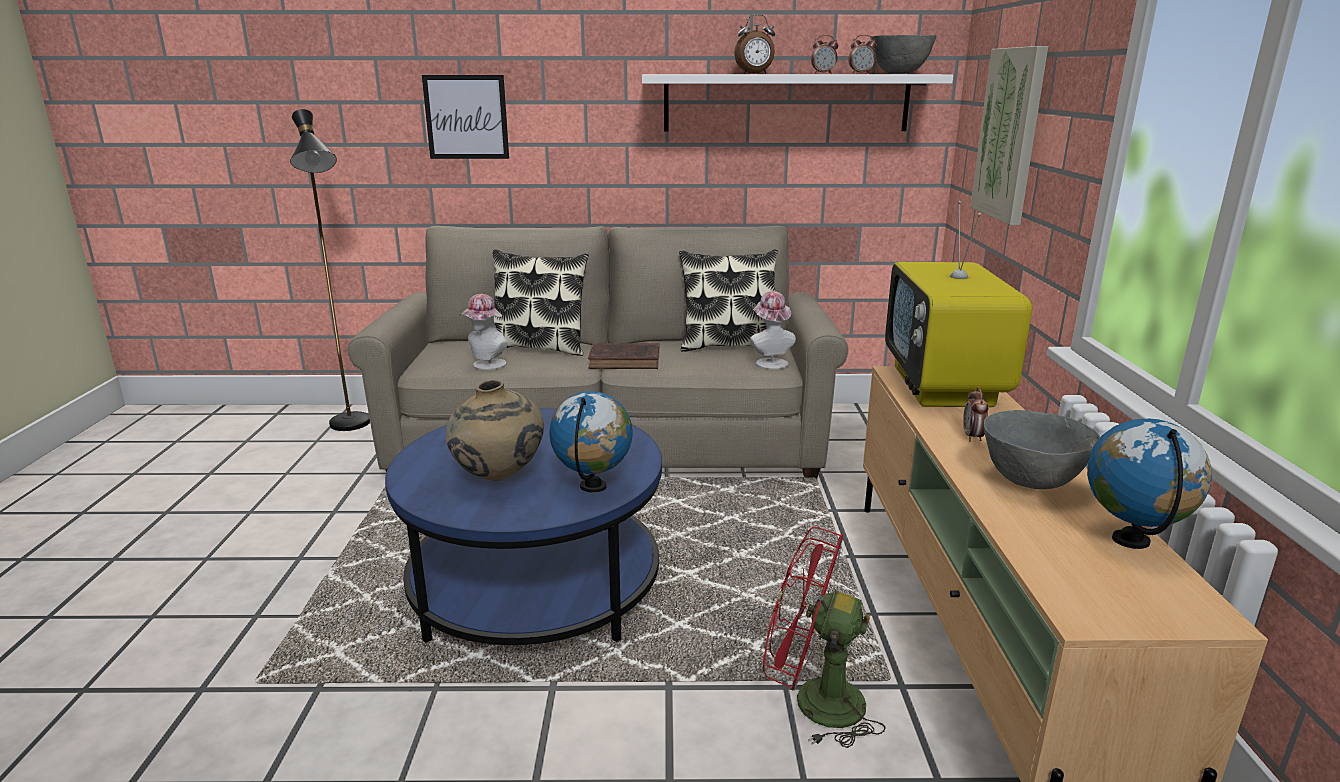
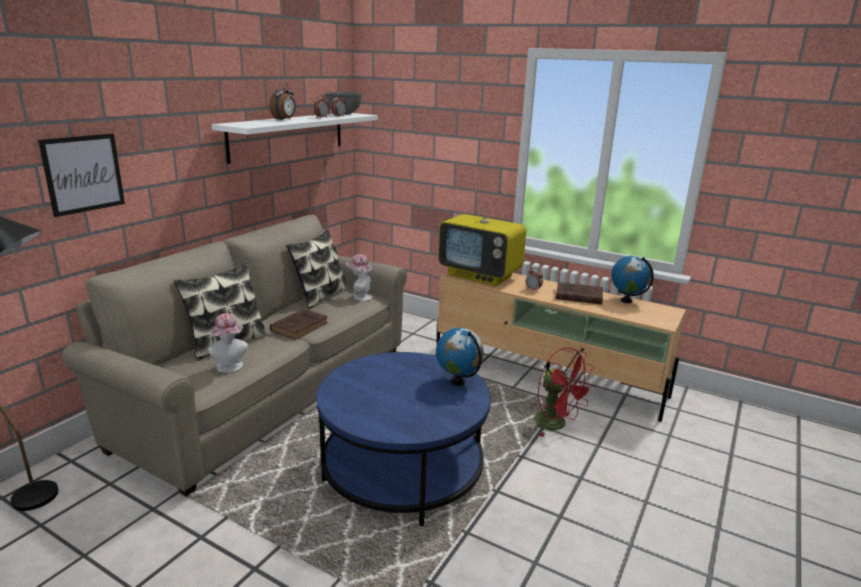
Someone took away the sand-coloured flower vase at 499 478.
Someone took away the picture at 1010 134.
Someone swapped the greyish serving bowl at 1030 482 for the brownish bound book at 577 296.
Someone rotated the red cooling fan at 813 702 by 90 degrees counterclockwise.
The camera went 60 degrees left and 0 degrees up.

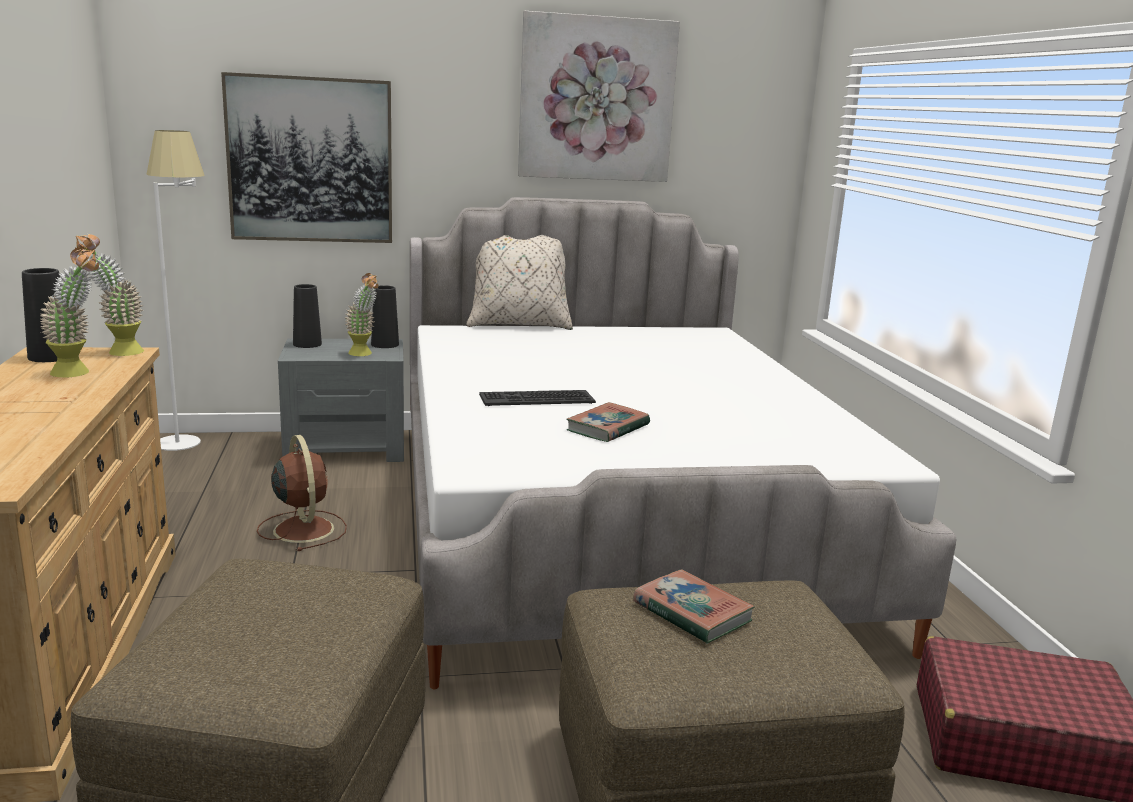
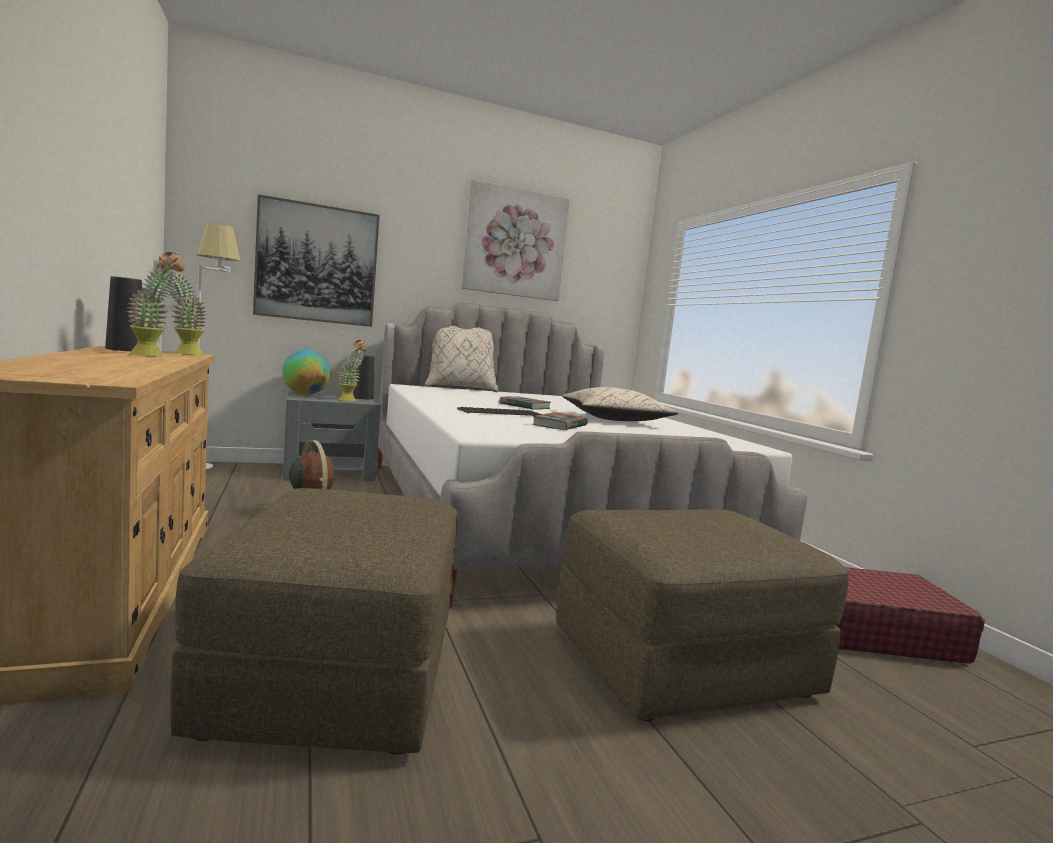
Someone put down the sand-coloured throw pillow at 614 419.
Someone carried the bound book from 692 612 to 524 406.
Someone swapped the blackish flower vase at 307 344 for the desk globe at 305 394.
The camera went 10 degrees left and 10 degrees down.

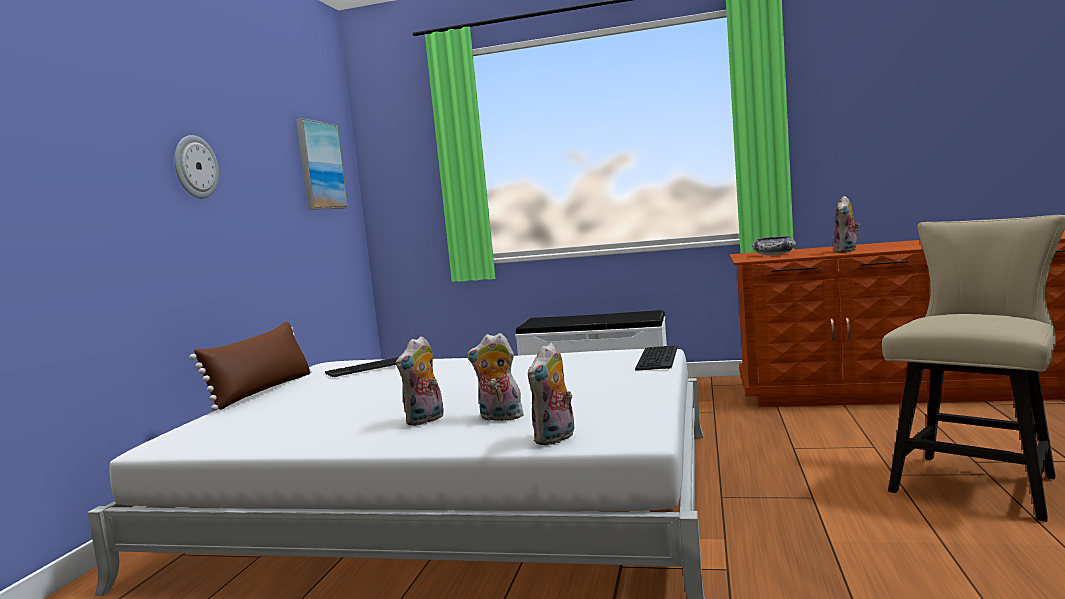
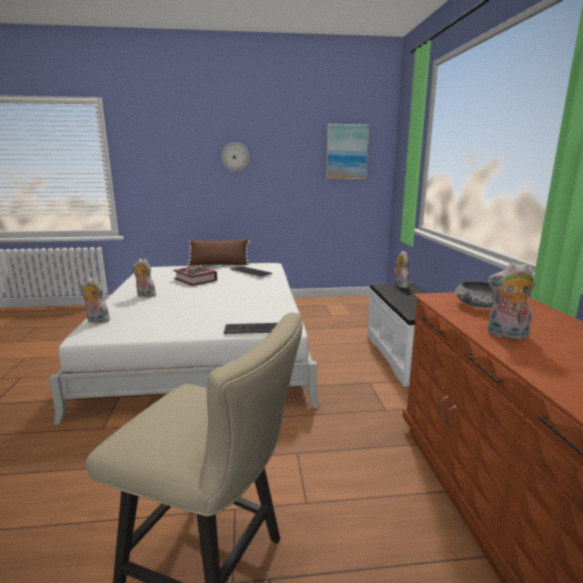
Someone put down the bound book at 196 279.
Someone carried the cuddly toy from 499 418 to 400 285.
The camera went 70 degrees right and 10 degrees up.

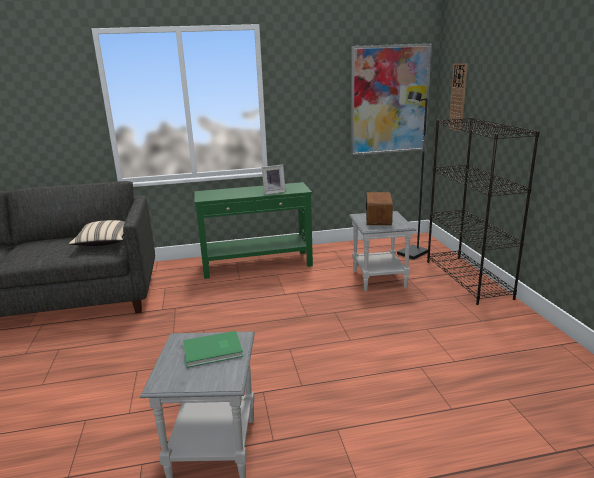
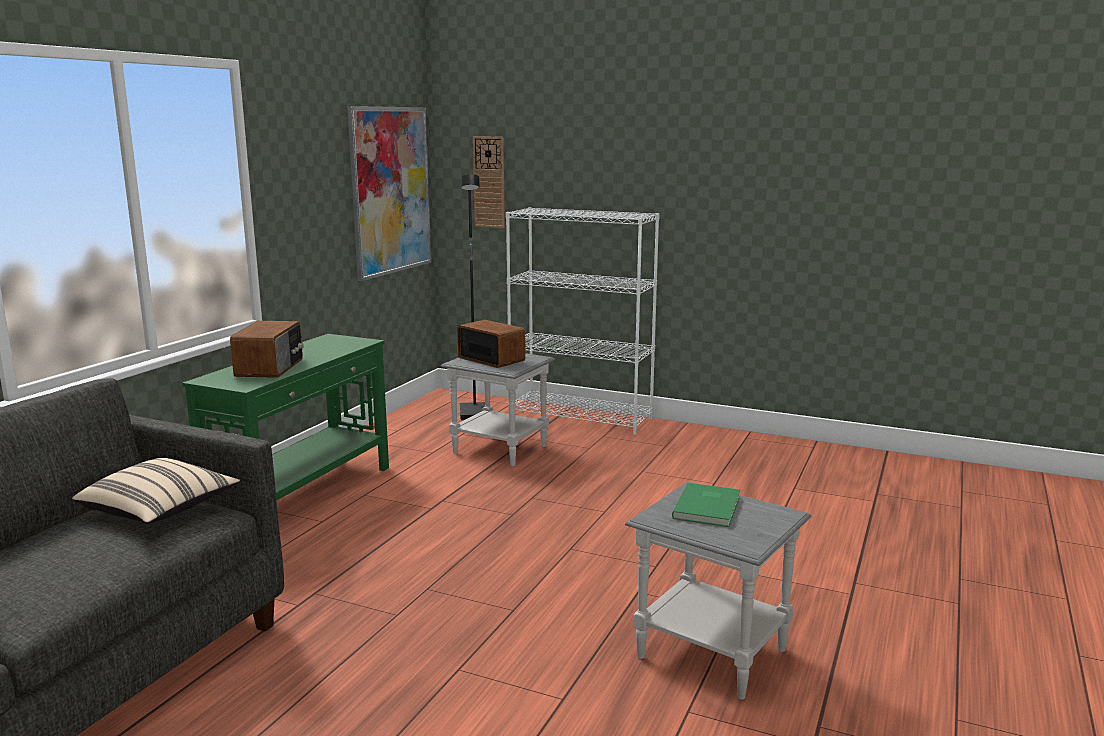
Someone took away the picture frame at 273 192.
Someone put down the radio set at 271 367.
Someone repainted the blackish shelving unit at 468 279, which became the white-coloured shelving unit at 581 417.
The camera went 55 degrees left and 5 degrees down.

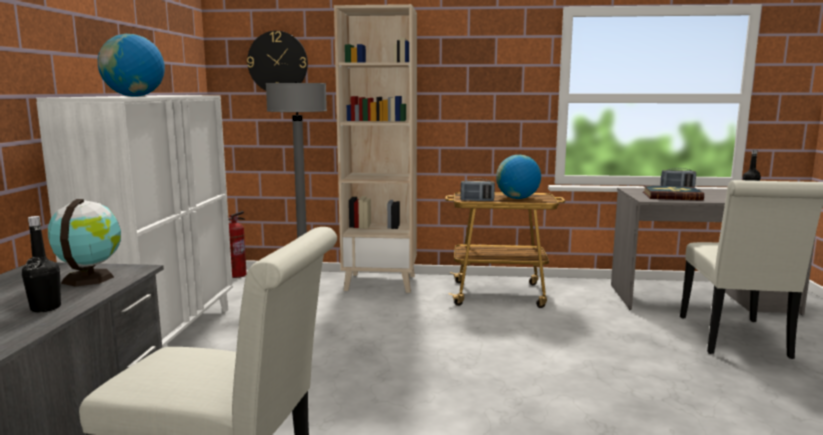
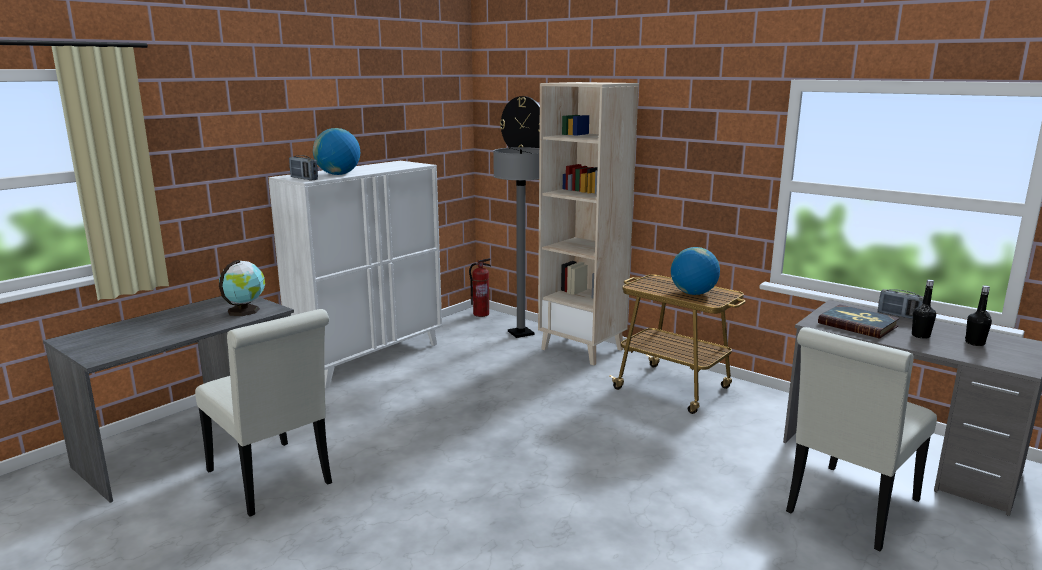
Someone carried the blackish bottle from 45 308 to 920 336.
Someone carried the radio set from 477 200 to 304 179.
The camera went 35 degrees right and 5 degrees up.

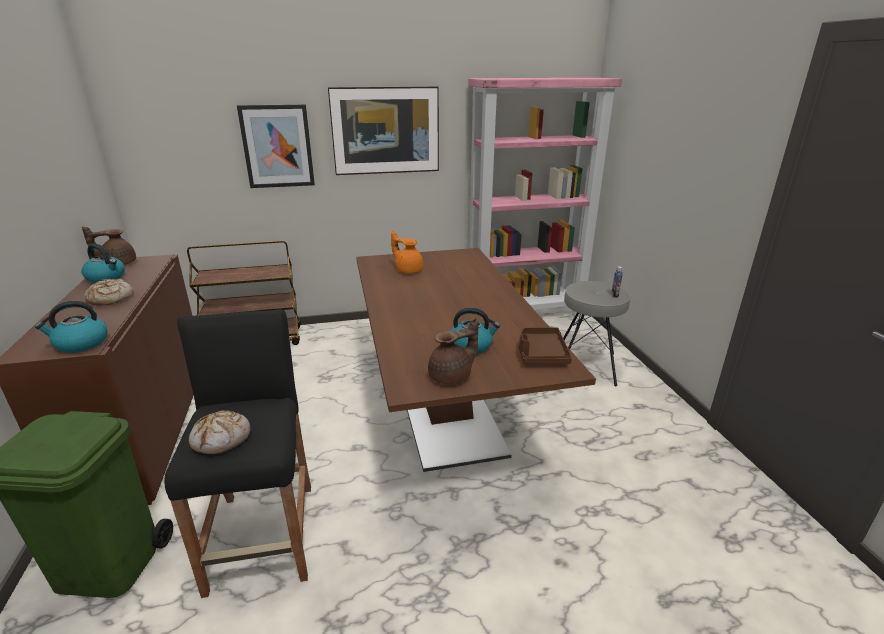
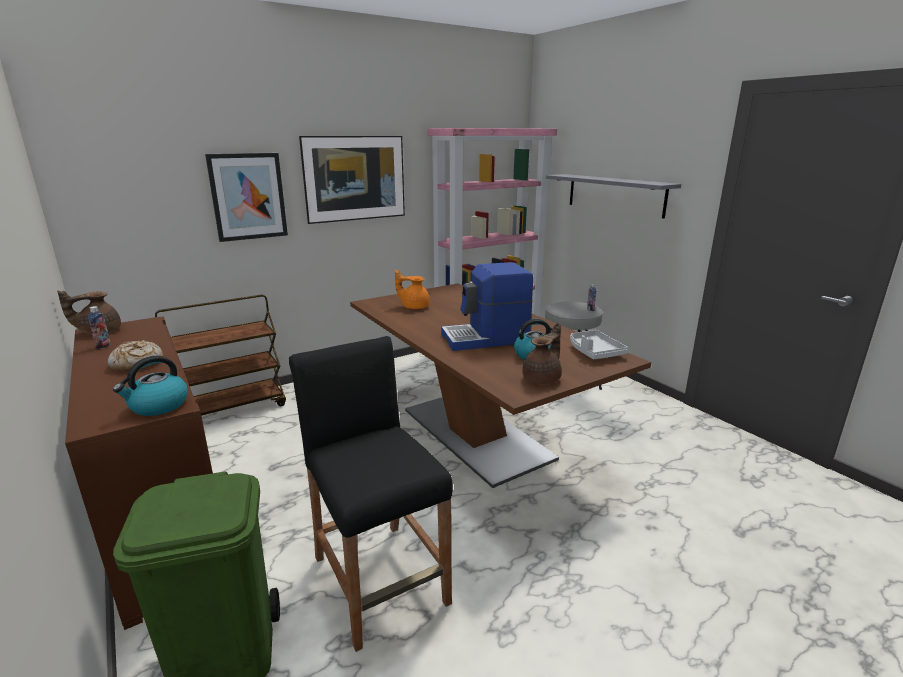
Someone took away the bakery bread at 221 438.
Someone put down the coffee machine at 486 339.
Someone put up the greyish bracket shelf at 615 194.
Someone swapped the tea kettle at 106 278 for the bottle at 103 346.
Someone repainted the brownish carrying tray at 540 353, which became the greyish carrying tray at 594 352.
The camera went 20 degrees left and 5 degrees down.

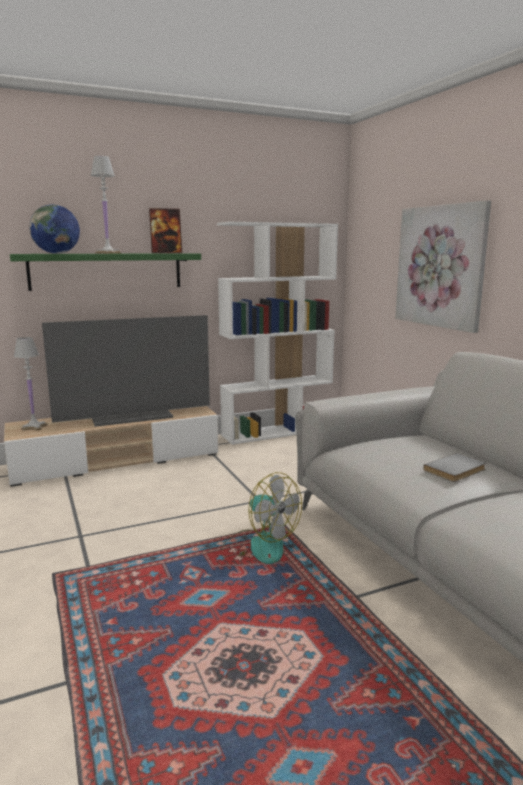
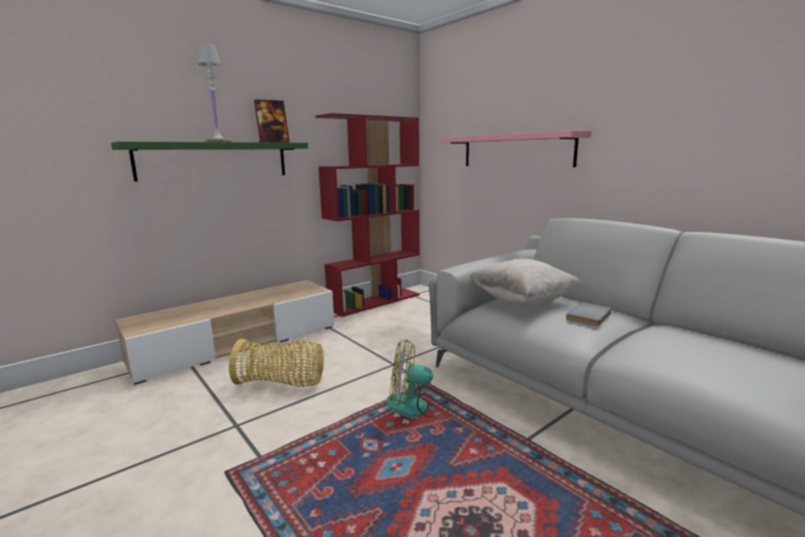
Someone took away the white-coloured tabletop lamp at 34 427.
Someone took away the desk globe at 57 253.
Someone took away the television at 133 416.
Someone put down the household basket at 282 383.
Someone put down the sand-coloured throw pillow at 522 301.
Someone swapped the picture at 440 266 for the pinkish bracket shelf at 516 150.
Someone repainted the white-coloured shelving unit at 277 432, which became the red shelving unit at 375 301.
Someone rotated the cooling fan at 259 546 by 150 degrees clockwise.
The camera went 15 degrees left and 0 degrees up.

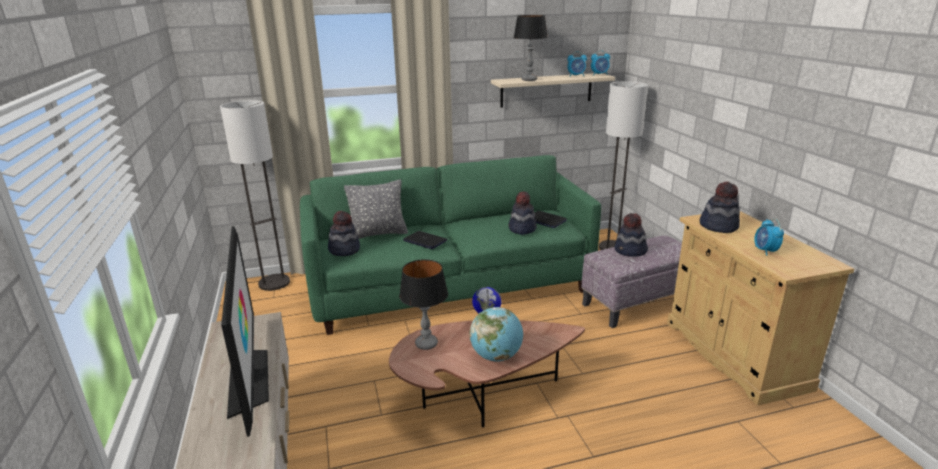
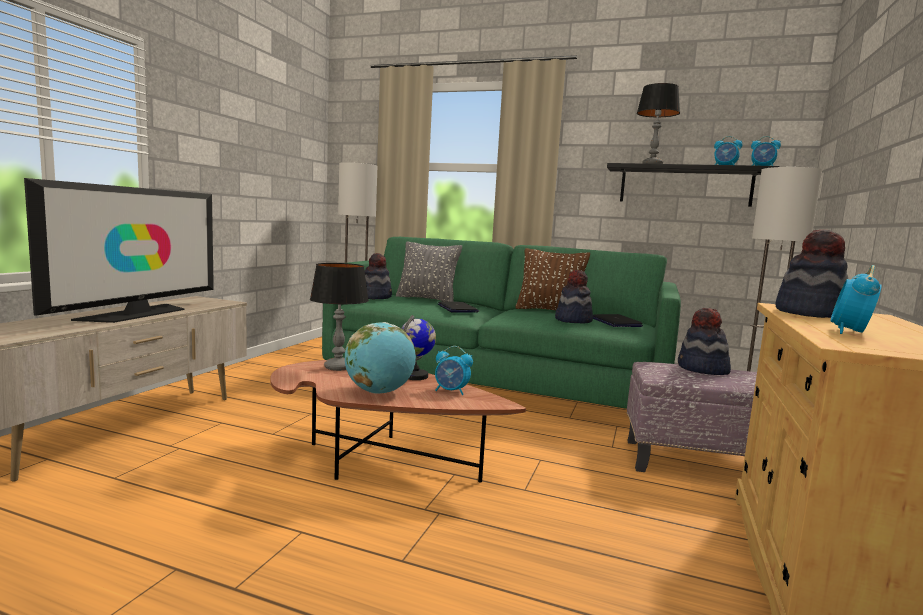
Someone put down the table clock at 451 391.
Someone put down the brownish throw pillow at 549 311.
Someone repainted the sand-coloured bracket shelf at 546 90, which became the blackish bracket shelf at 685 186.
The camera went 35 degrees right and 15 degrees down.

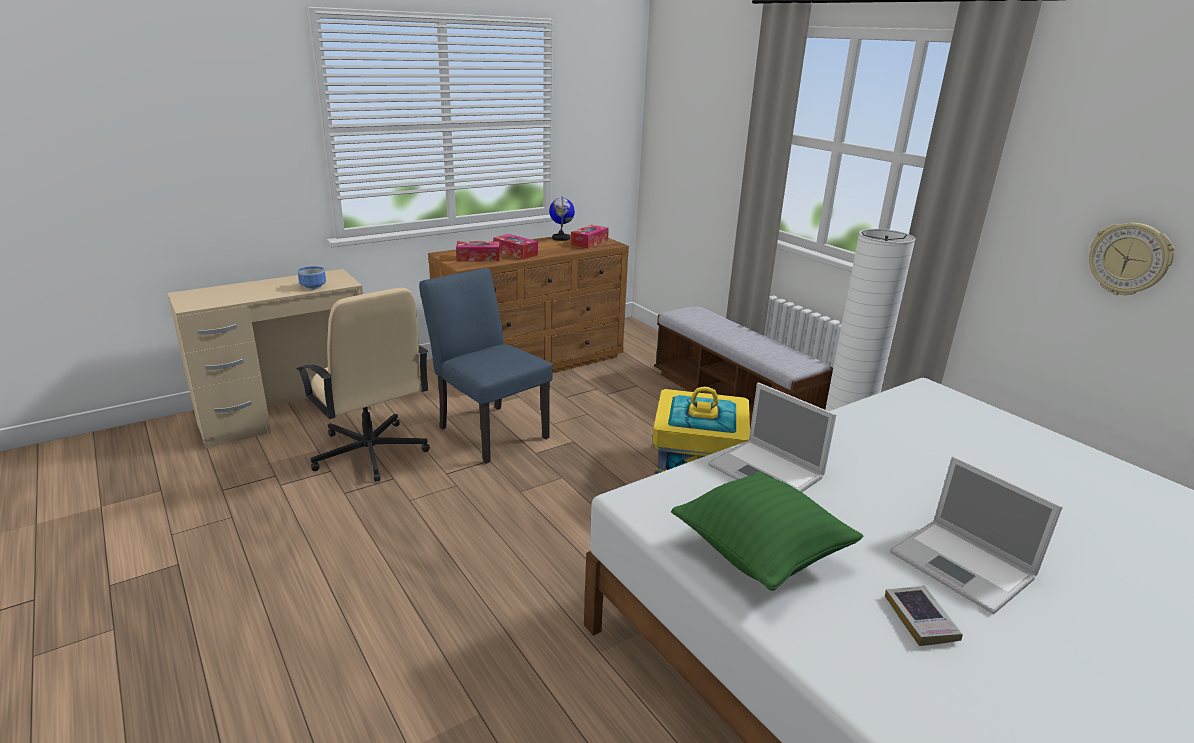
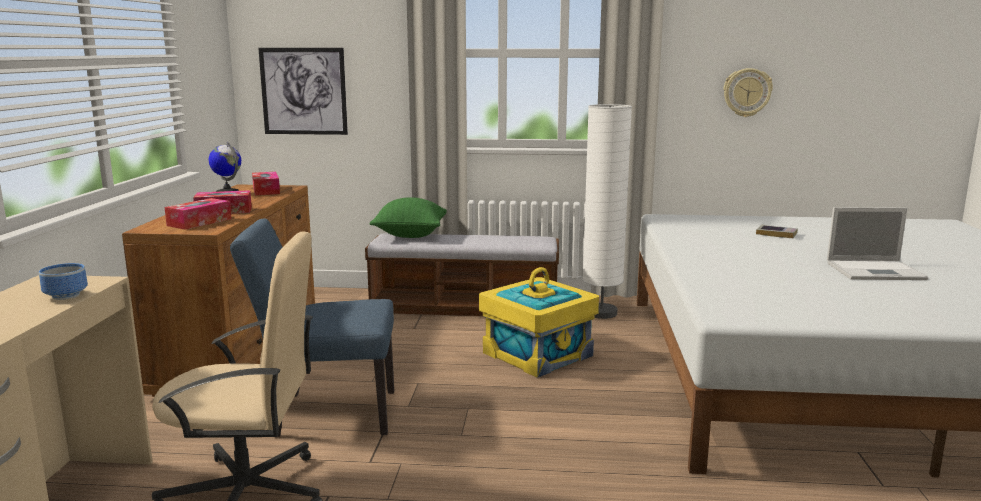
Someone took away the laptop at 767 472.
Someone put up the picture at 303 91.
Someone carried the green-coloured throw pillow from 760 554 to 410 235.
Someone carried the bound book from 920 619 to 776 234.
The camera went 50 degrees left and 10 degrees down.

